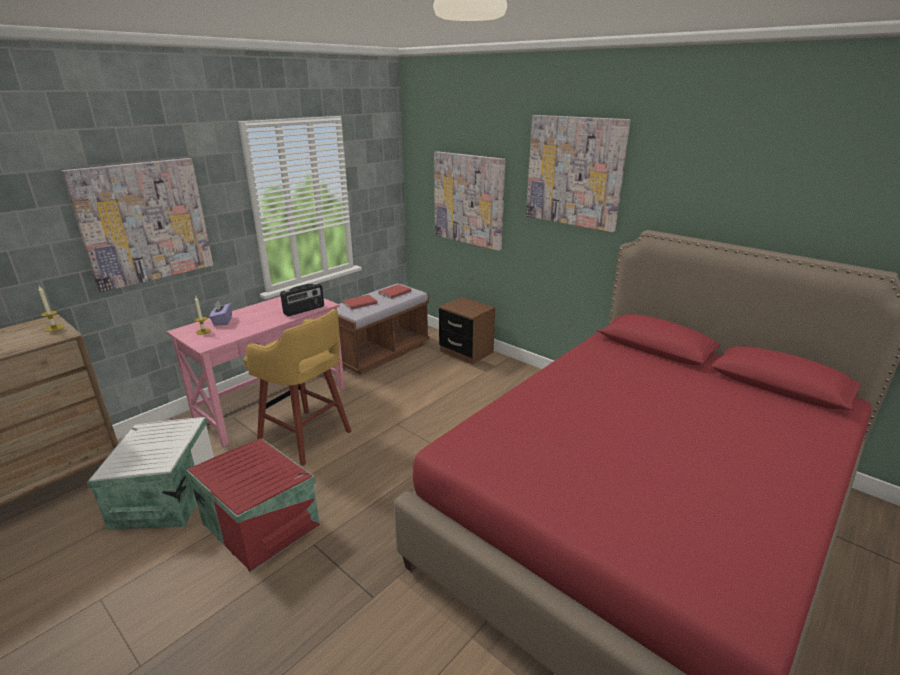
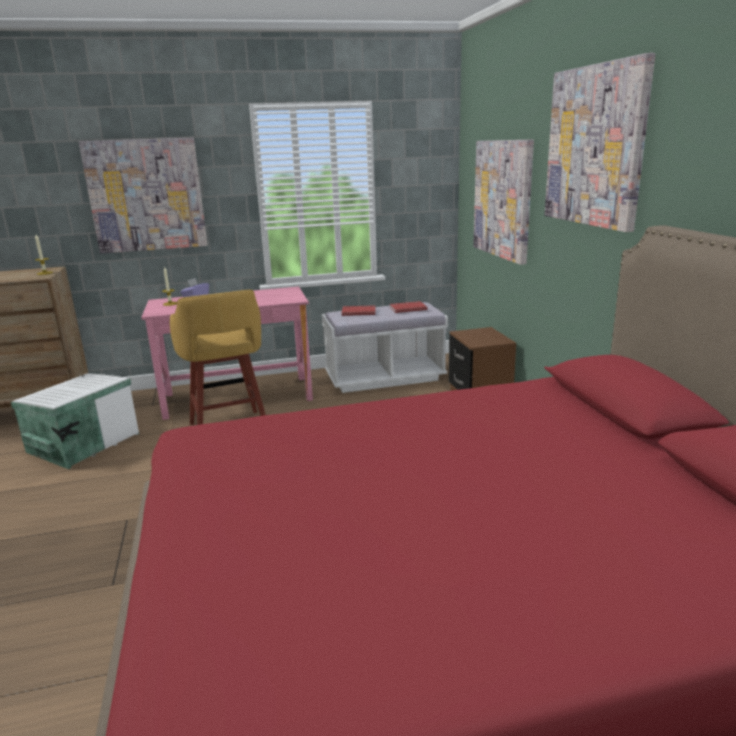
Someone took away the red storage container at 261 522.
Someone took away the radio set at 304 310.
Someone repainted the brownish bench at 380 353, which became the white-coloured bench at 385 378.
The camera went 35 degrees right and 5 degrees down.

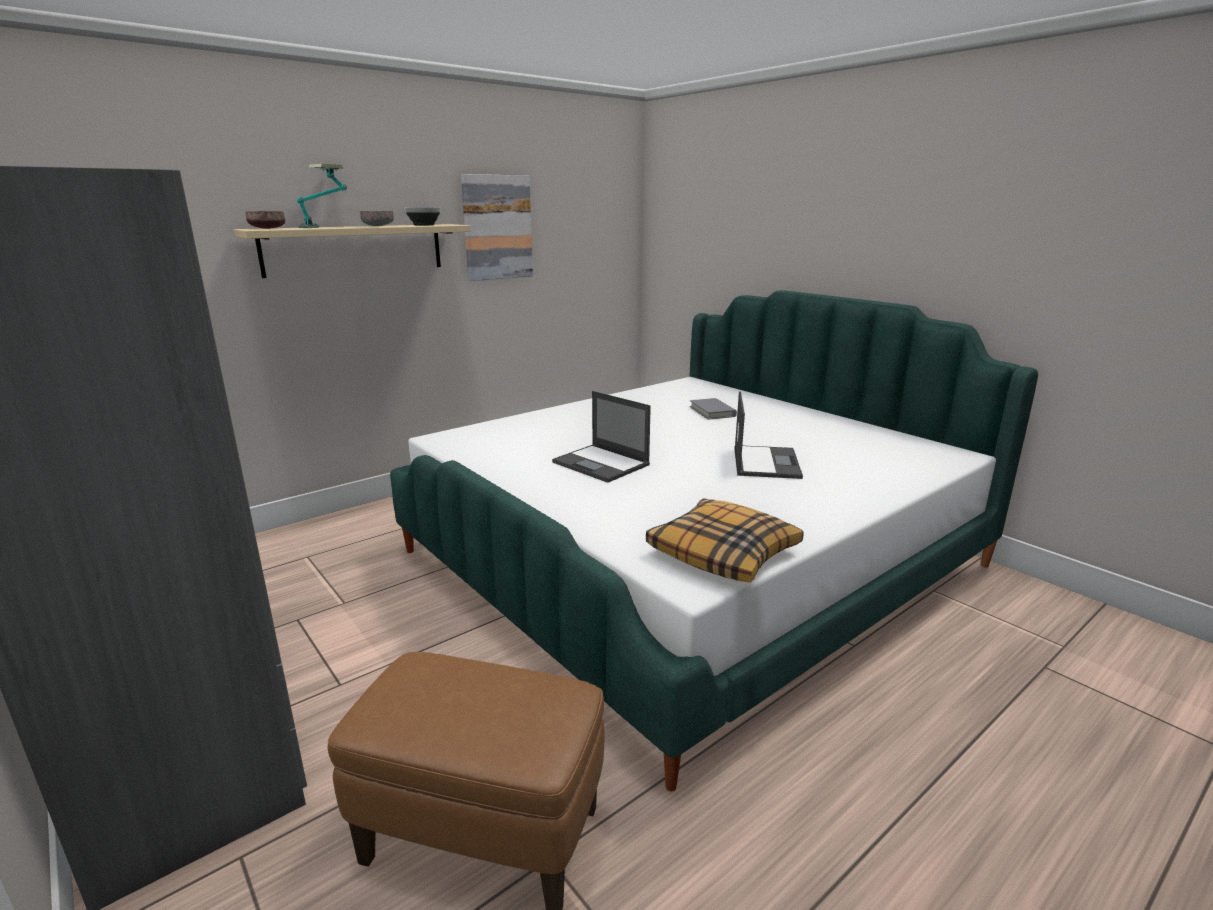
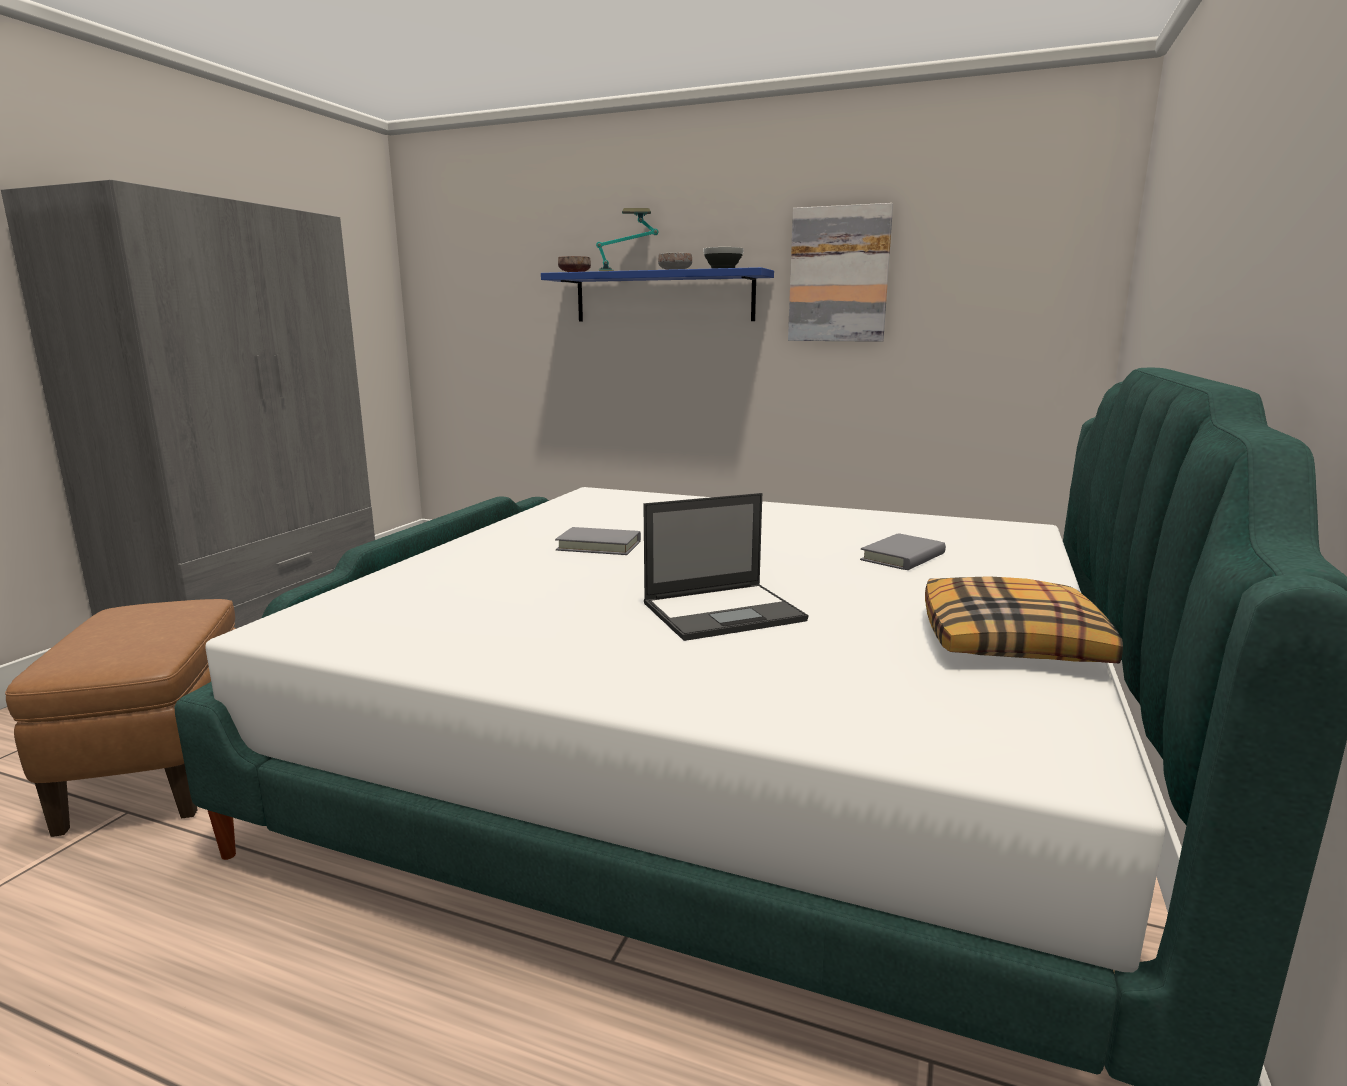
Someone carried the throw pillow from 723 553 to 1012 642.
Someone swapped the laptop at 602 464 for the greyish bound book at 599 546.
Someone repainted the sand-coloured bracket shelf at 355 249, which became the blue bracket shelf at 663 297.
The camera went 60 degrees right and 5 degrees down.

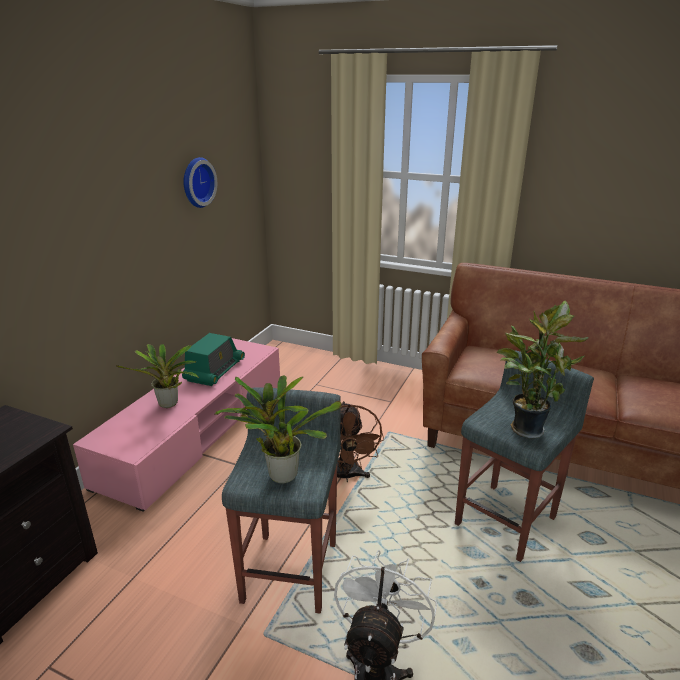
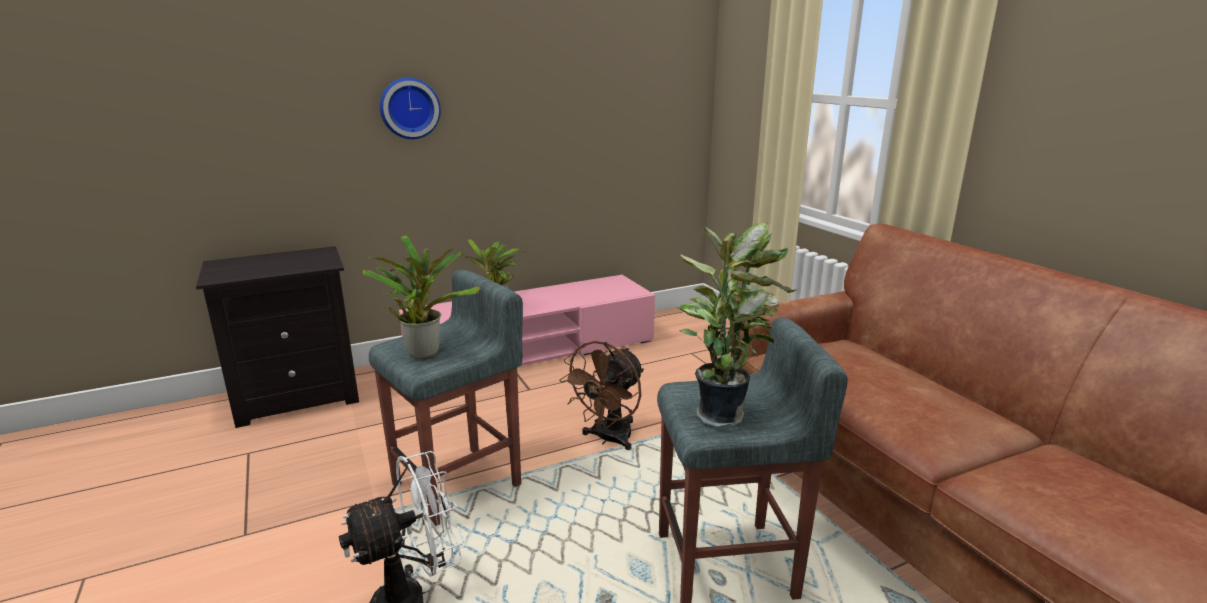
Someone took away the radio set at 214 371.
Someone carried the wall clock from 196 182 to 409 108.
The camera went 40 degrees right and 5 degrees down.

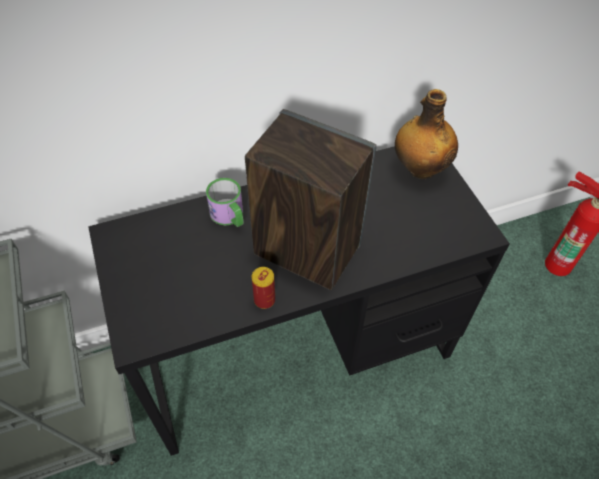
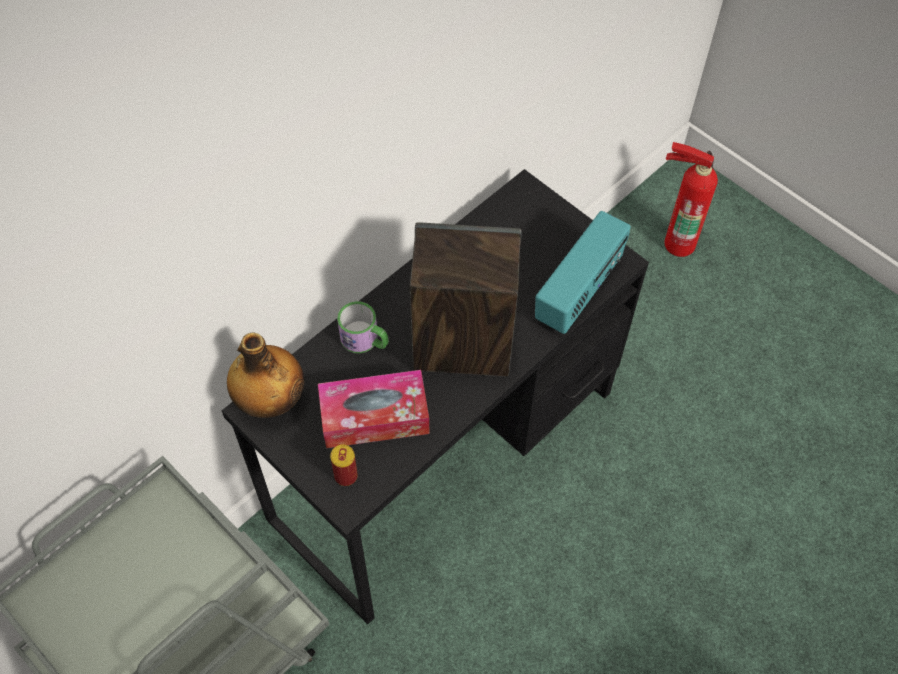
Someone put down the tissue holder at 374 417.
Someone put down the radio set at 579 292.
Someone carried the metal can from 264 300 to 346 476.
Someone carried the bottle from 420 169 to 271 400.
The camera went 25 degrees left and 5 degrees up.

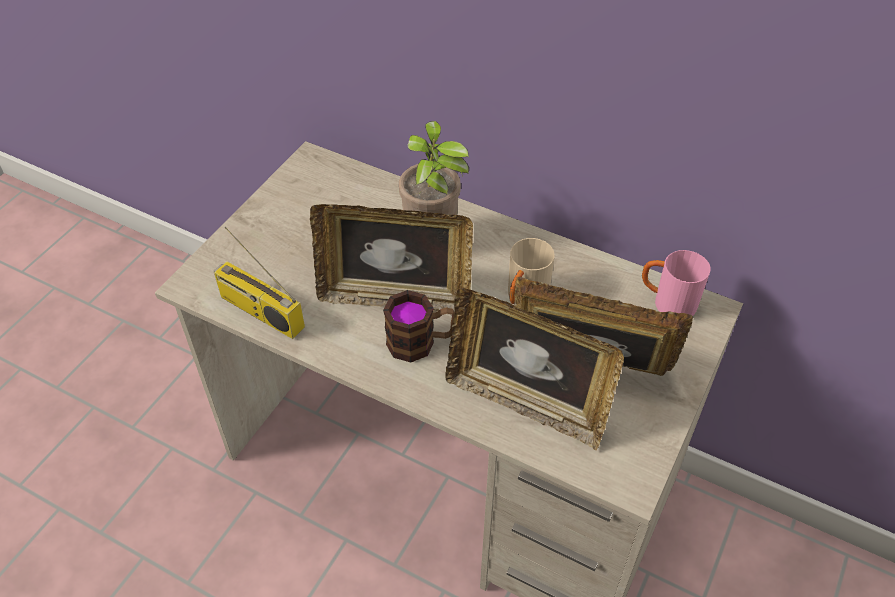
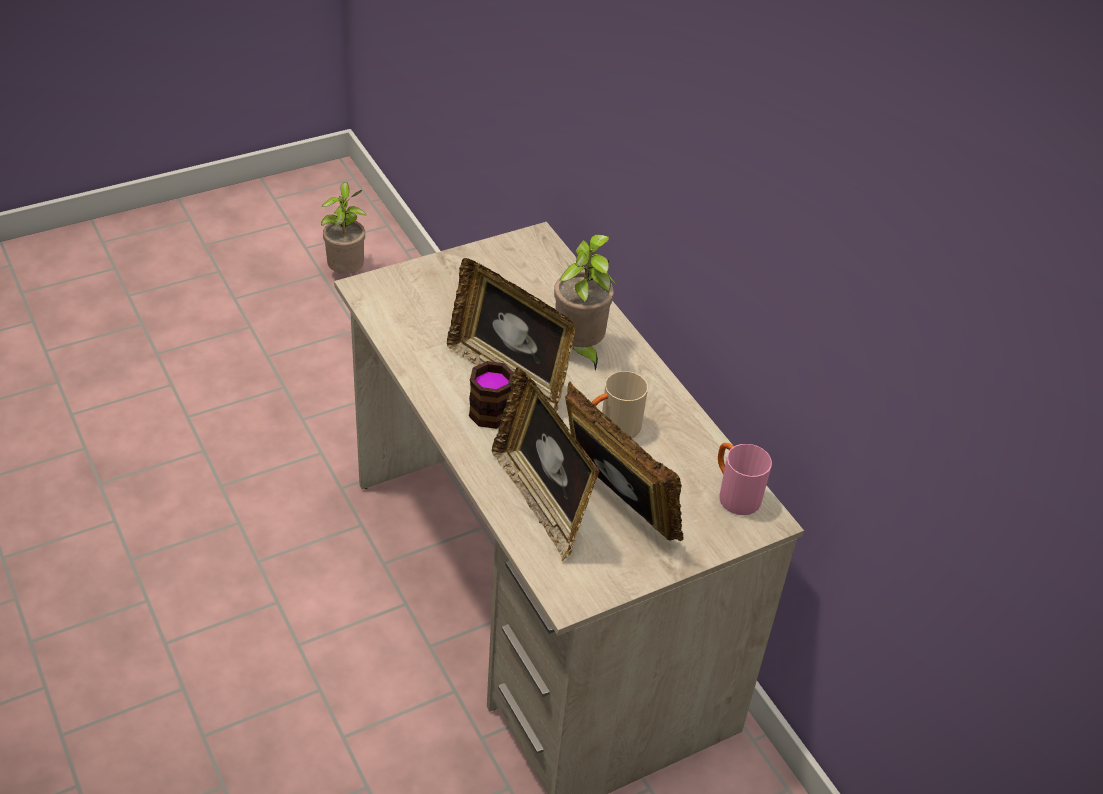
Someone took away the radio set at 259 312.
Someone put down the houseplant at 347 272.
The camera went 30 degrees right and 5 degrees down.

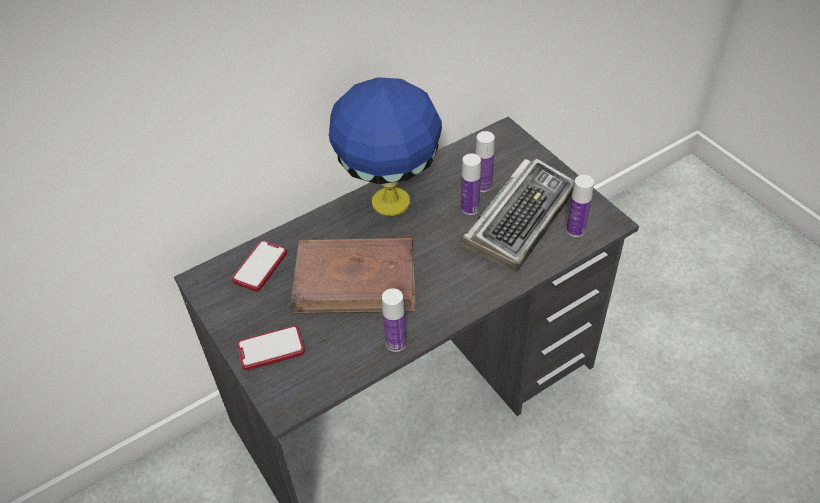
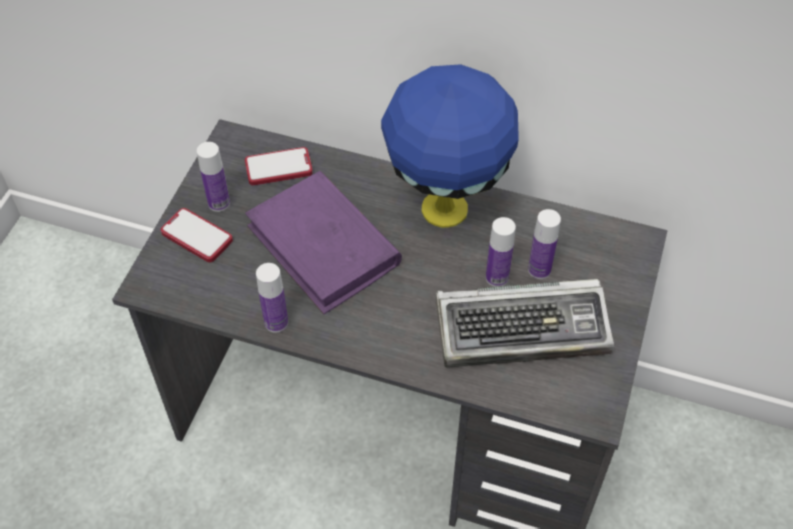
Someone carried the bottle from 575 230 to 219 203.
Someone repainted the brownish bound book at 356 280, which became the purple-coloured bound book at 324 246.
The camera went 50 degrees right and 5 degrees up.

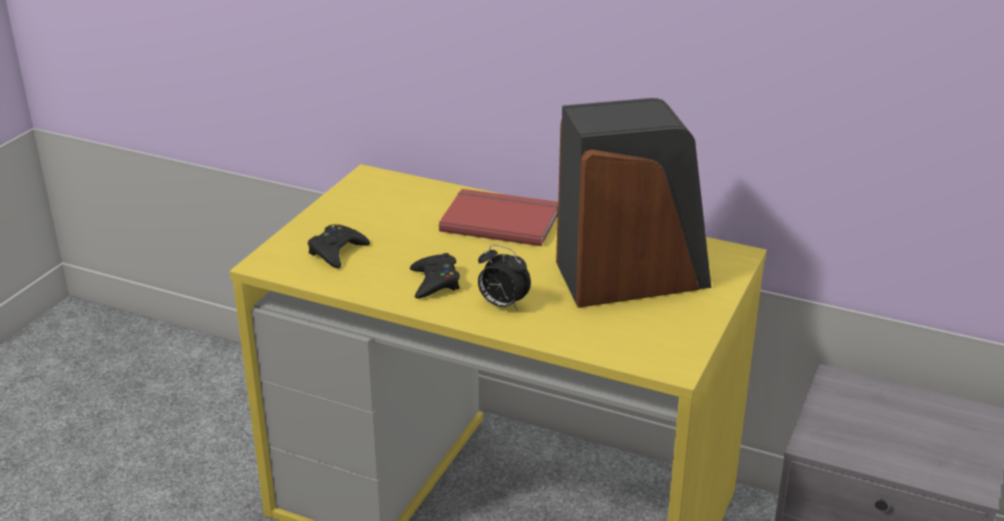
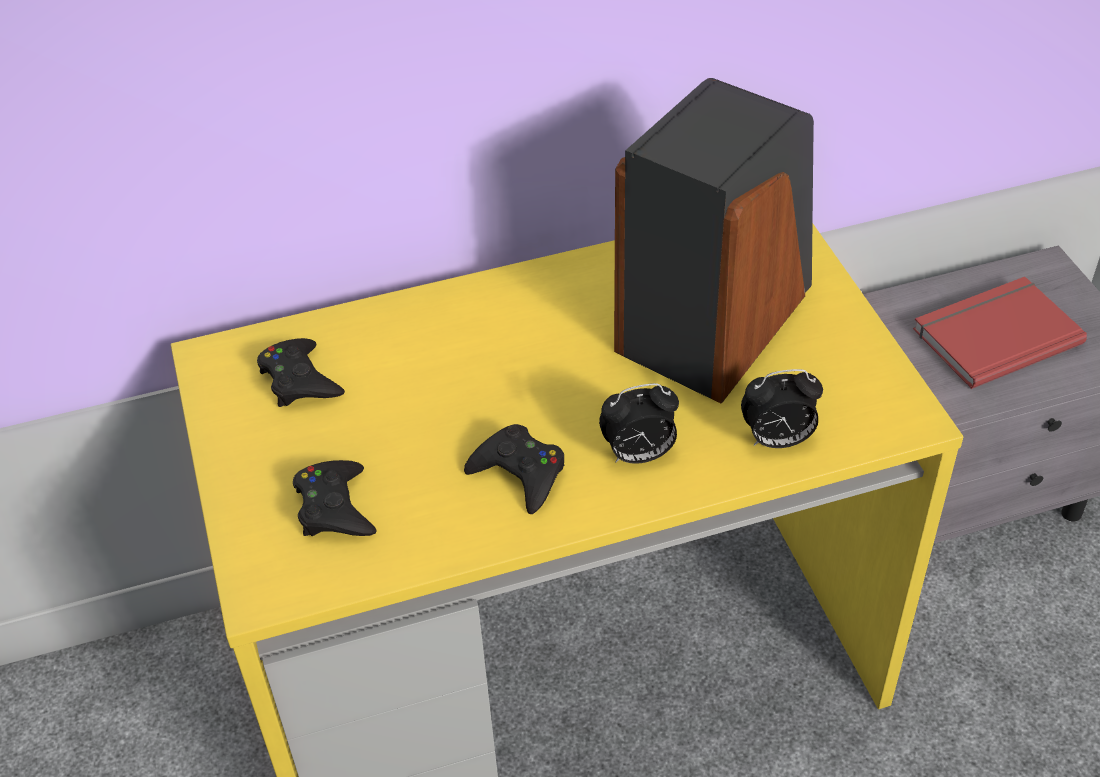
Someone put down the blackish game controller at 299 380.
Someone put down the table clock at 777 440.
Someone carried the red bound book from 500 220 to 993 334.
The camera went 40 degrees left and 15 degrees up.

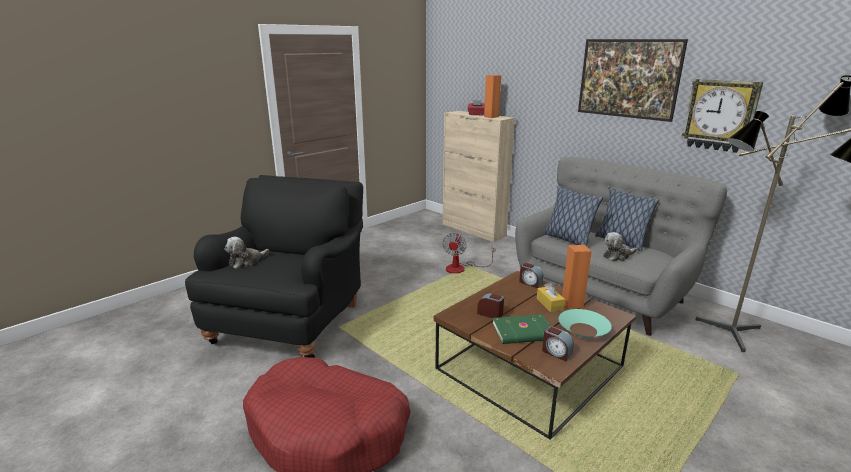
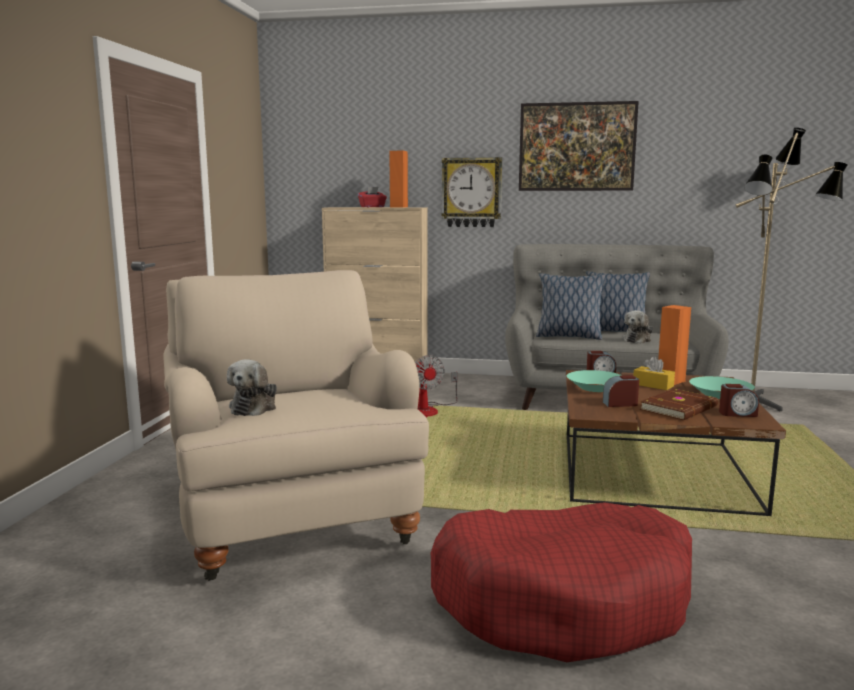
Someone put down the blue-green serving bowl at 595 387.
Someone carried the wall clock from 720 115 to 471 192.
Someone repainted the blackish armchair at 292 319, which became the sand-coloured armchair at 292 516.
Someone repainted the green-coloured bound book at 523 332, which became the brownish bound book at 680 408.
The camera went 35 degrees left and 10 degrees down.

